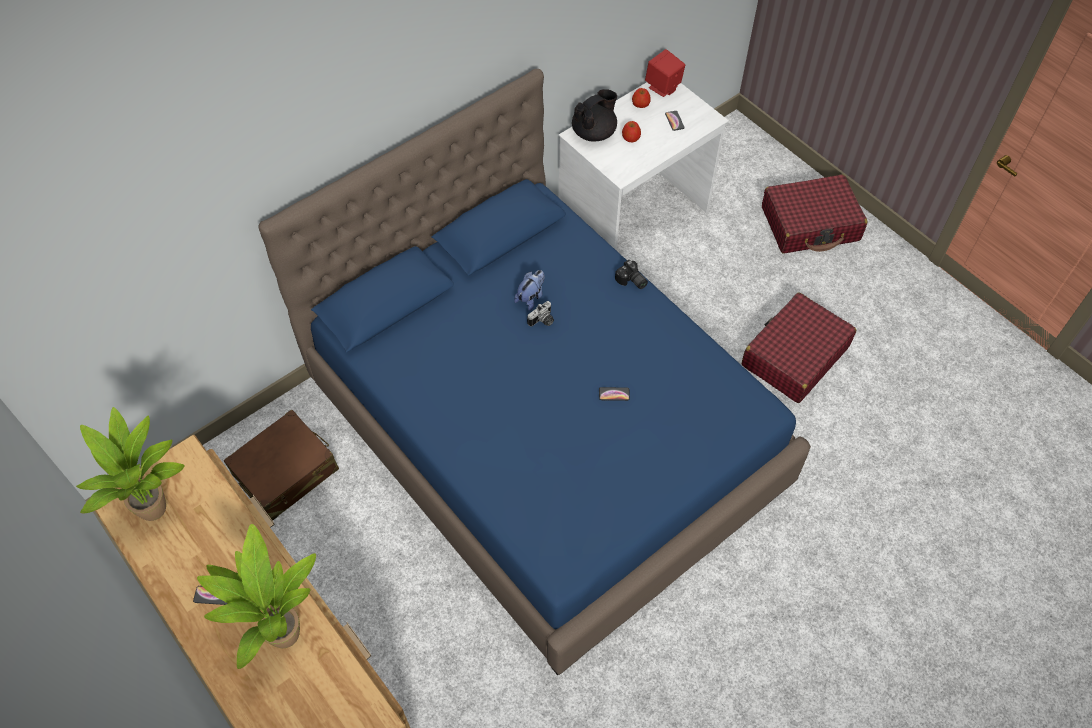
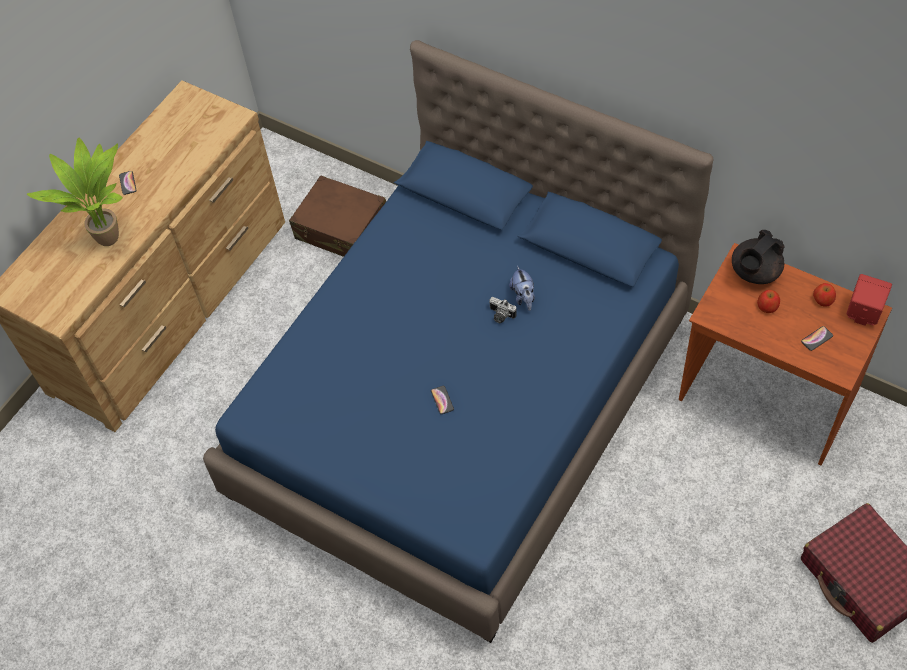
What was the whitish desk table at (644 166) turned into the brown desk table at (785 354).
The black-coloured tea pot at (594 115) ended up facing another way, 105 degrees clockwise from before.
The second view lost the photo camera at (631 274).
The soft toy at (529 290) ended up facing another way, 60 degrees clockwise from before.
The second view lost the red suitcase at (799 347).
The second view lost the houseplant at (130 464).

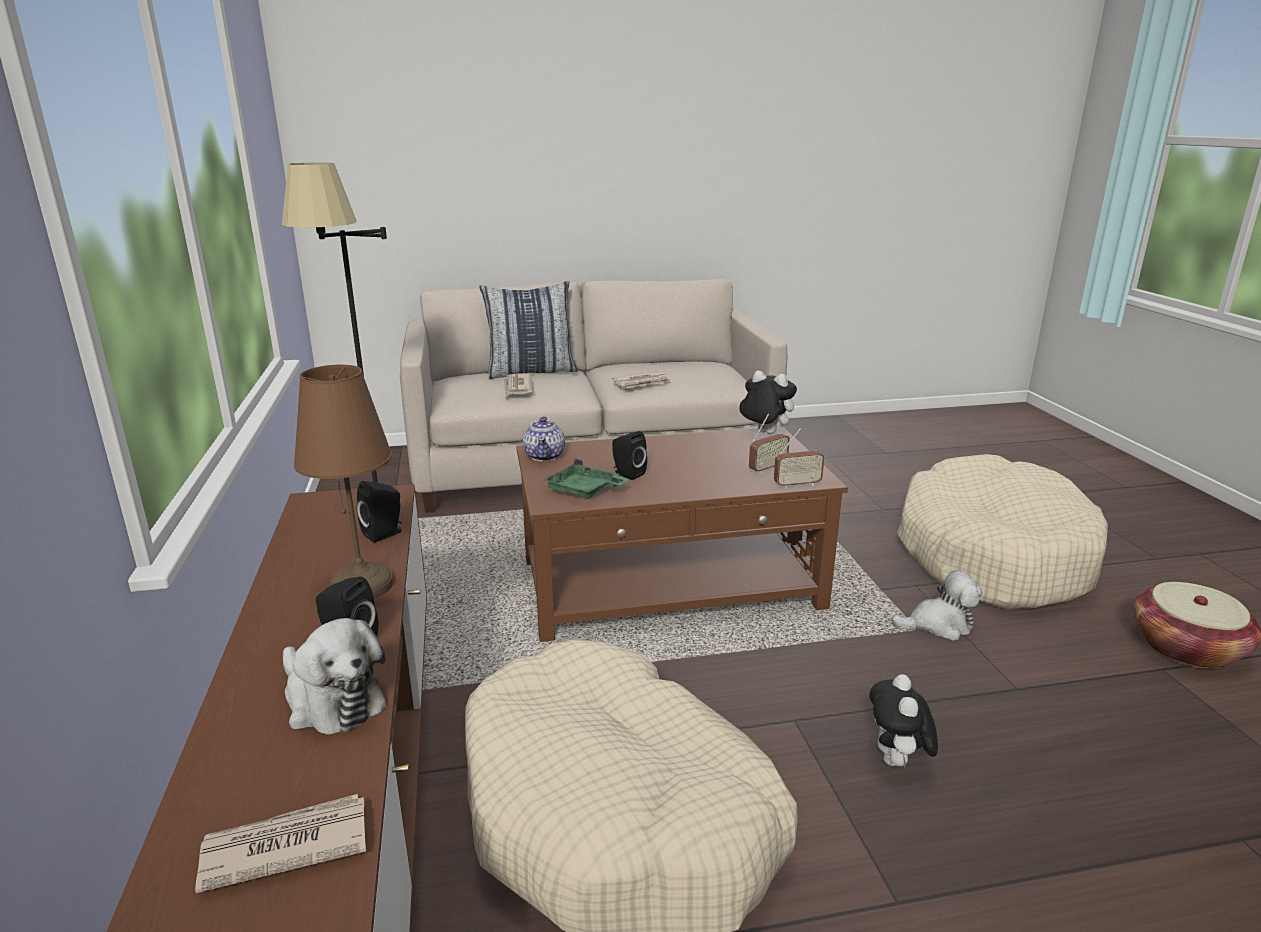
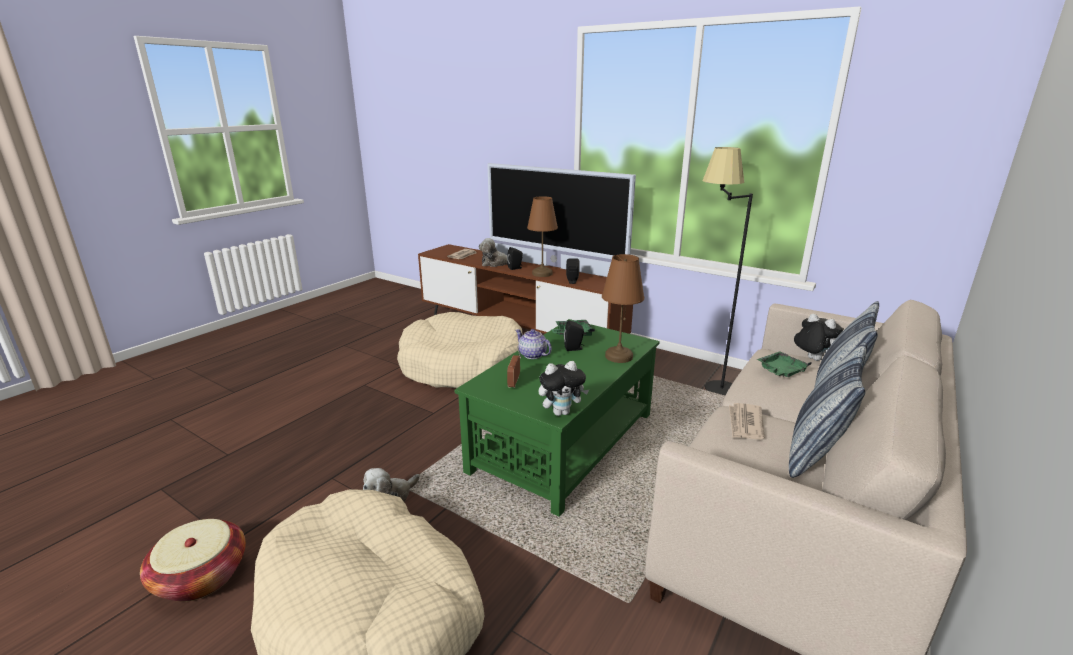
Where the daily paper stood at (518 385), the green-coloured tray came to stand at (784 364).
The tea pot ended up elsewhere, having gone from (544 438) to (534 344).
What was the brown coffee table at (682 534) turned into the green-coloured coffee table at (557 418).
The second view lost the radio at (799 458).
The soft toy ended up elsewhere, having gone from (903 721) to (818 337).
The second view gained the television at (561 220).
The second view gained the brown tabletop lamp at (623 308).
The second view gained the cushion at (828 410).

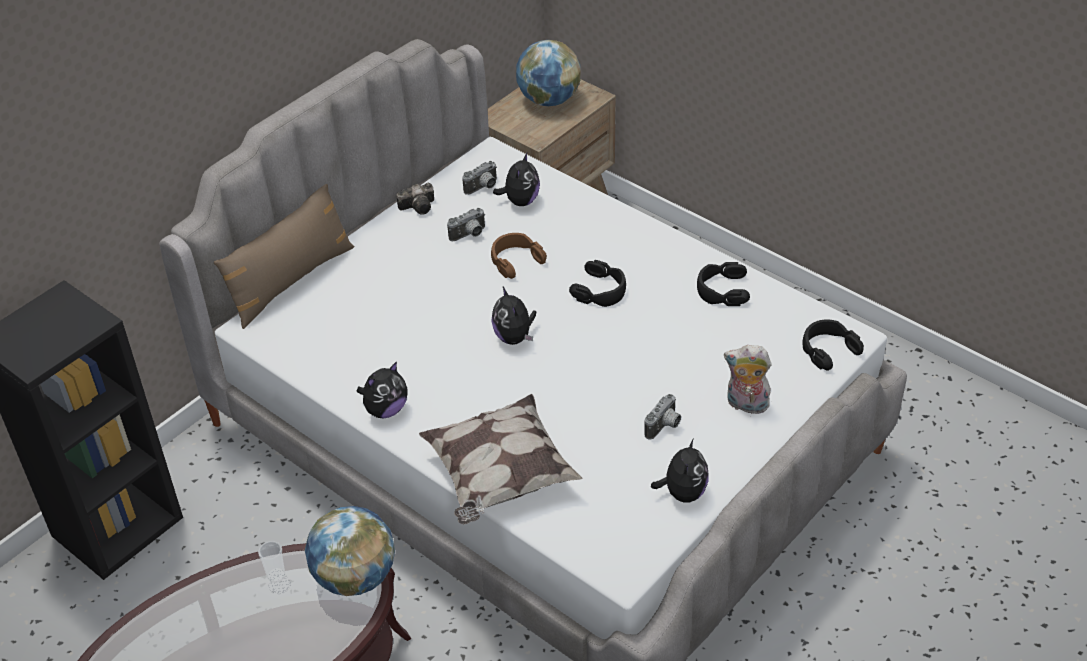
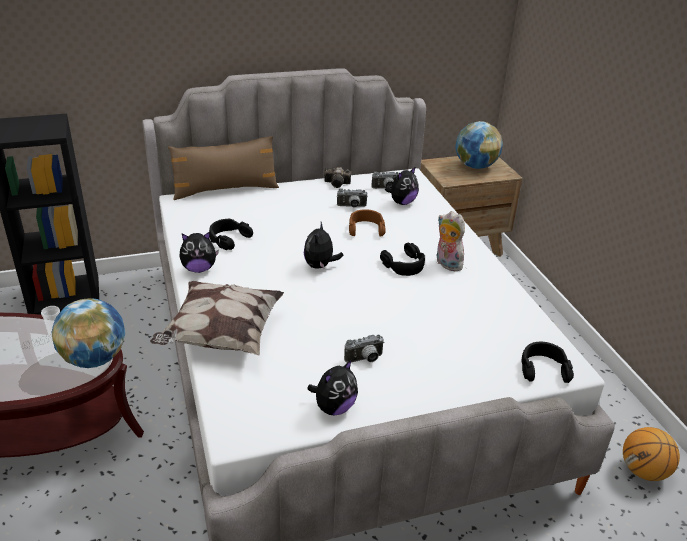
The black-coloured pair of headphones ended up elsewhere, having gone from (723 284) to (231 234).
The soft toy ended up elsewhere, having gone from (748 379) to (451 241).
The second view gained the basketball ball at (651 454).

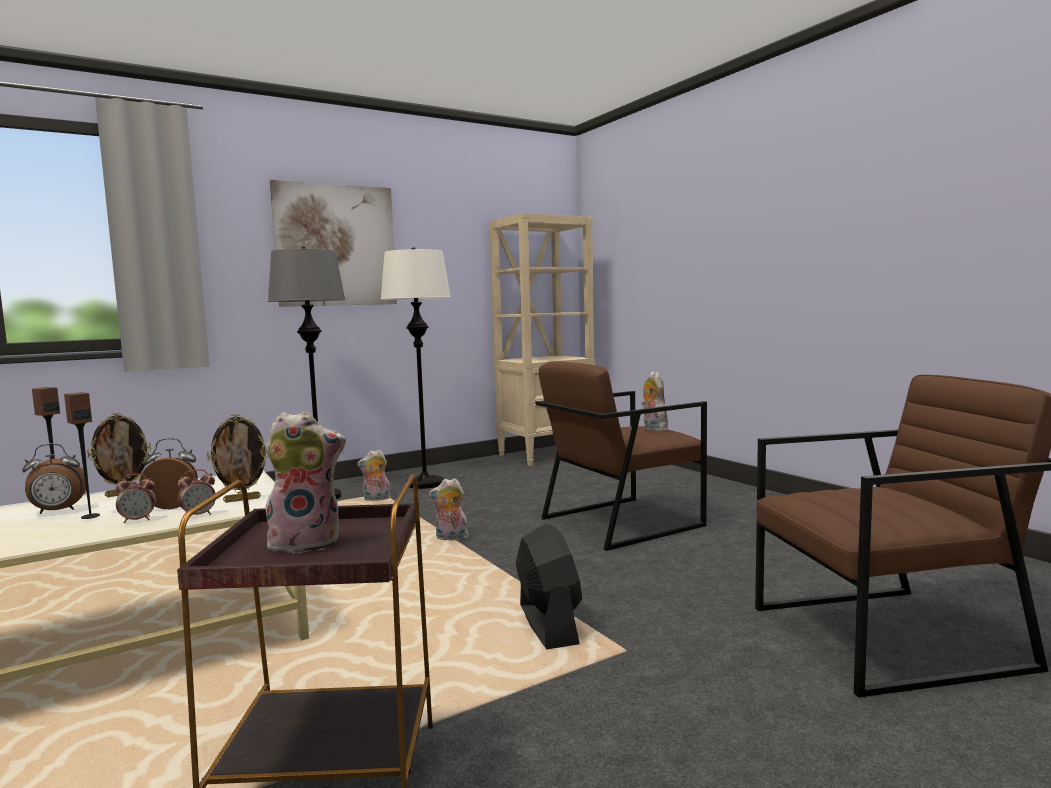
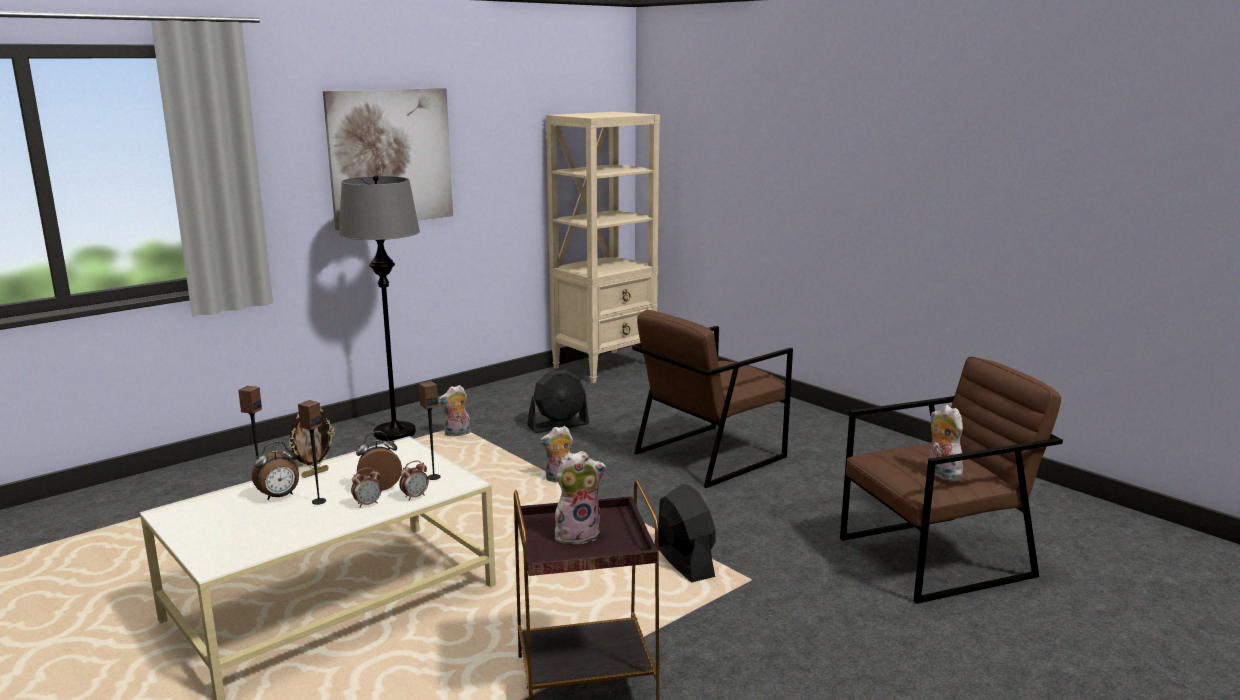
The second view lost the whitish standard lamp at (416 368).
The soft toy ended up elsewhere, having gone from (654 401) to (946 443).
Where the picture frame stood at (237 458), the speaker came to stand at (429 430).
The second view gained the black-coloured fan at (558 401).

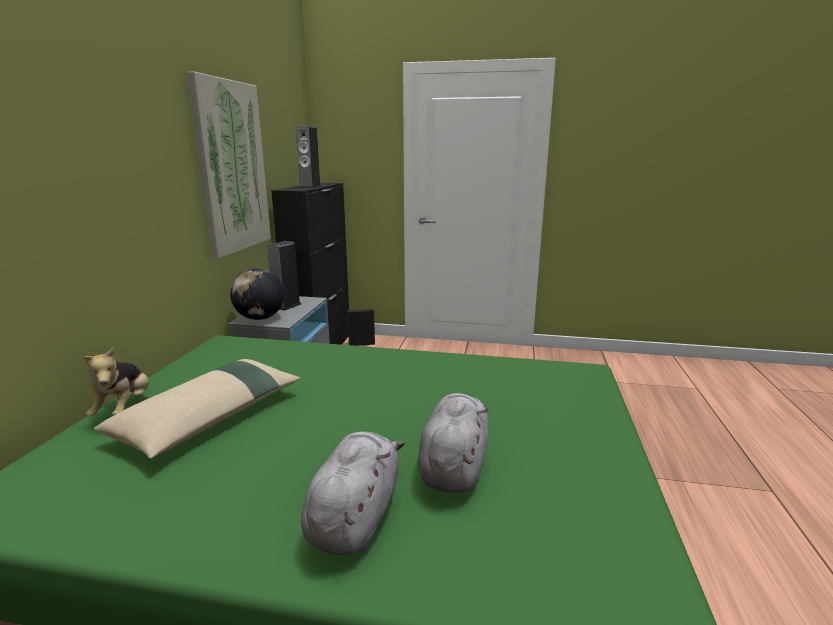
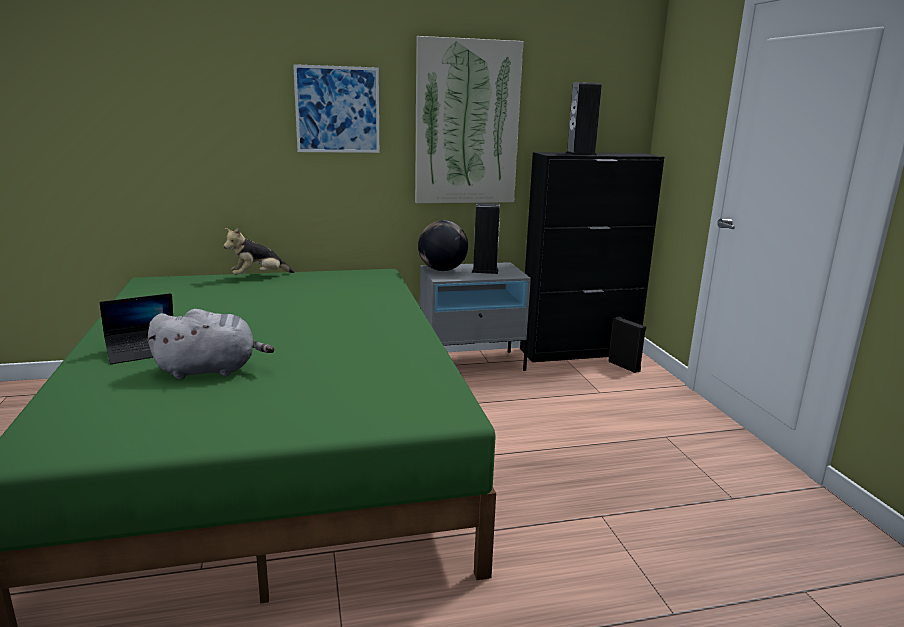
The second view lost the beige-coloured cushion at (197 409).
Where the grey soft toy stood at (353 493), the laptop came to stand at (136 328).
The second view gained the wall picture at (336 108).

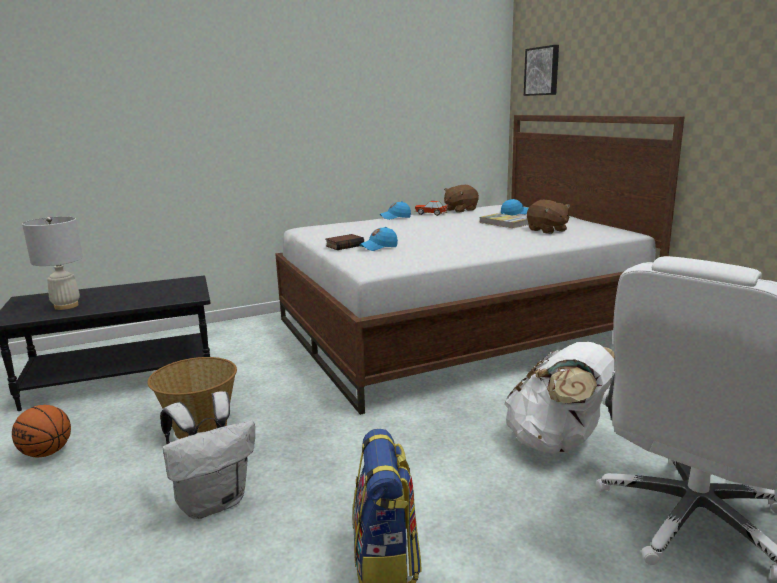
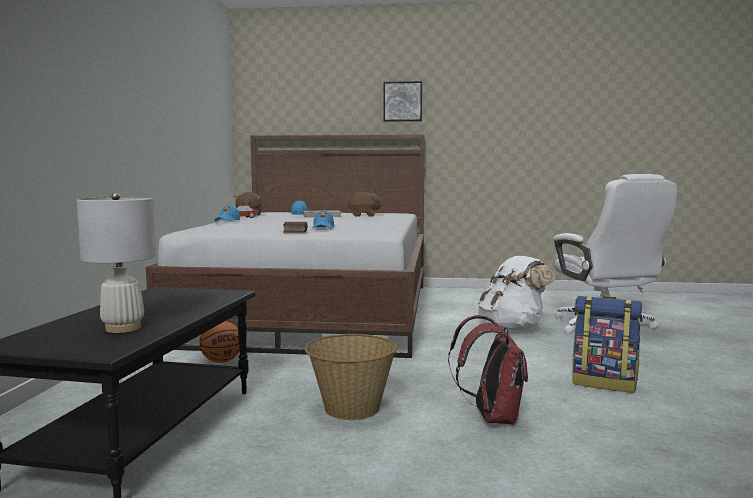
The wall picture ended up elsewhere, having gone from (541 70) to (402 101).
What was the whitish backpack at (207 455) turned into the red backpack at (488 370).
The basketball ball ended up elsewhere, having gone from (41 431) to (219 342).

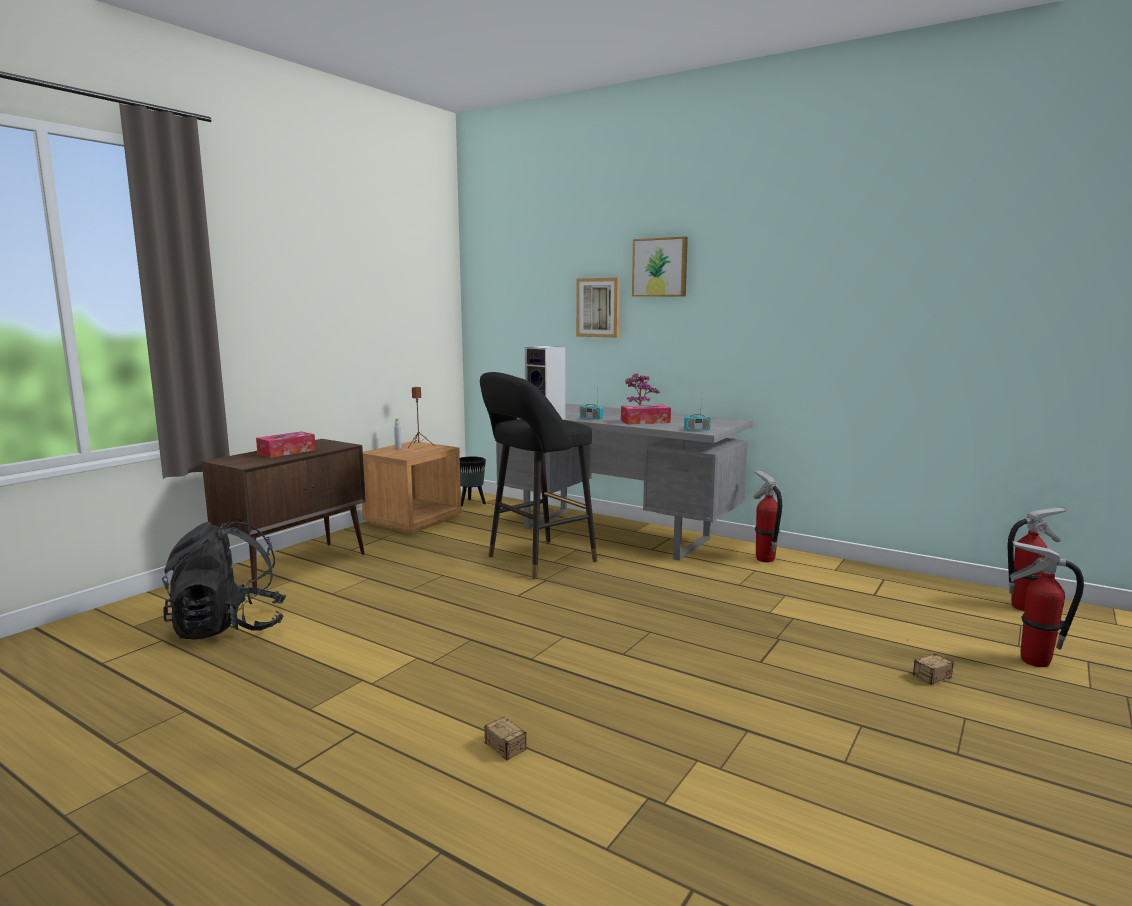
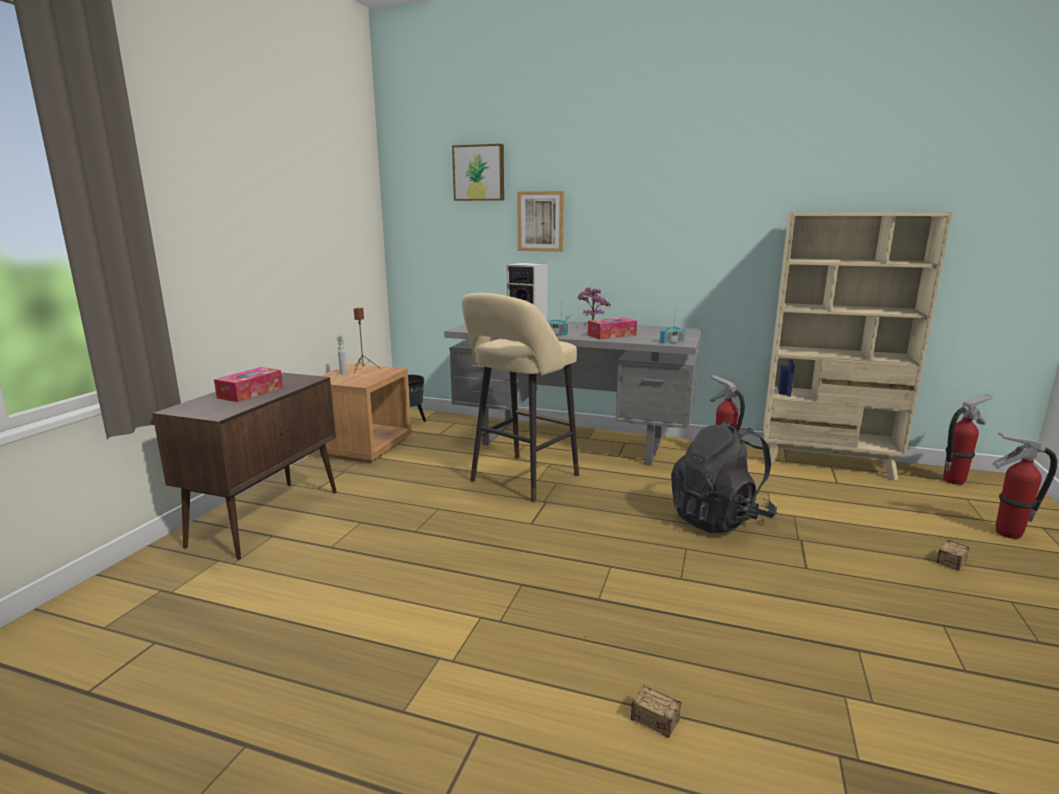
The wall picture ended up elsewhere, having gone from (660 266) to (478 172).
What was the black-coloured stool seat at (538 475) turned into the beige-coloured stool seat at (520 397).
The black-coloured backpack ended up elsewhere, having gone from (224 579) to (724 476).
The second view gained the beige-coloured bookshelf at (857 346).

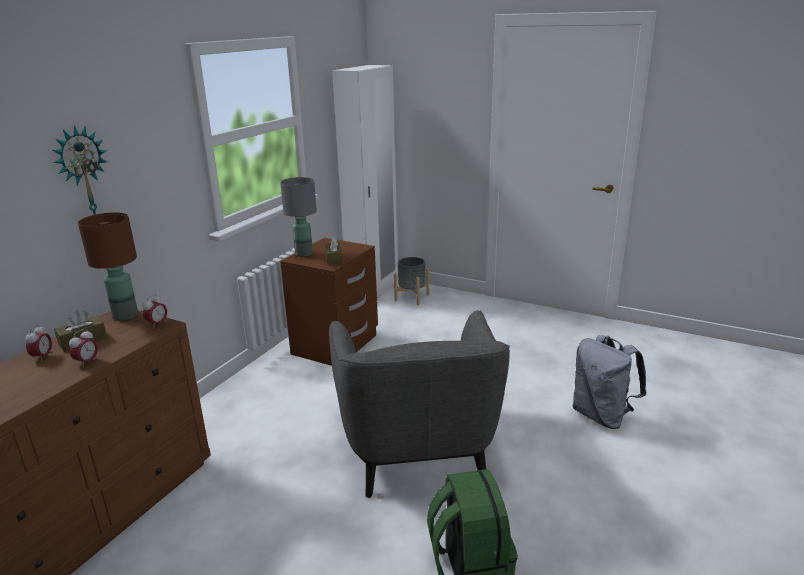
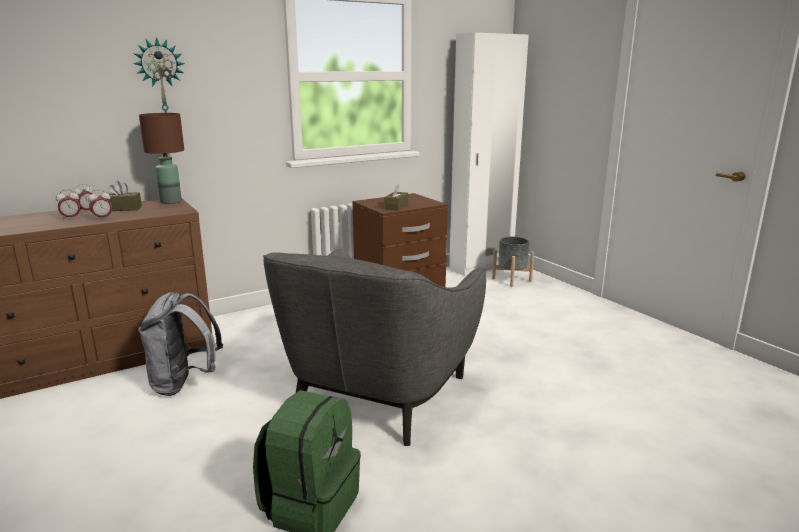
The second view lost the grey tabletop lamp at (298 217).
The alarm clock ended up elsewhere, having gone from (155 309) to (68 205).
The grey backpack ended up elsewhere, having gone from (609 382) to (180 344).

